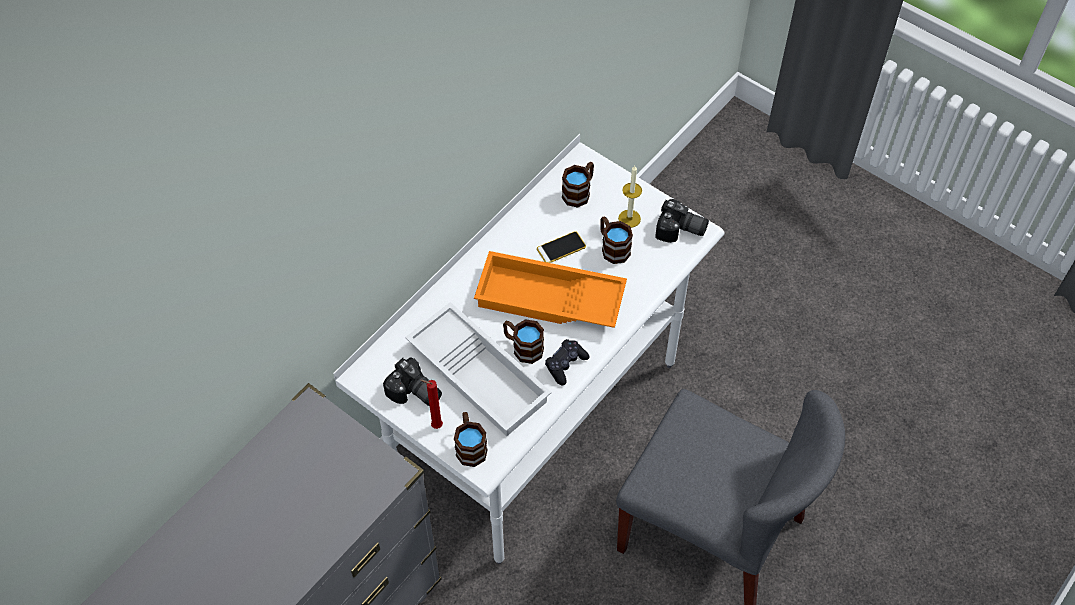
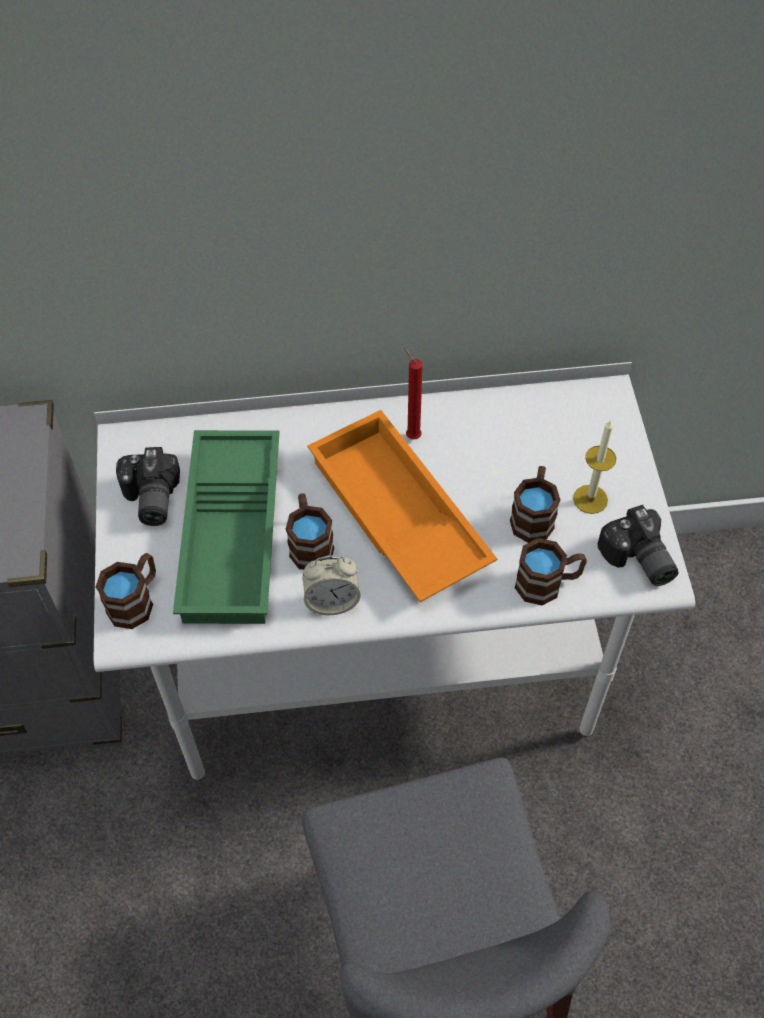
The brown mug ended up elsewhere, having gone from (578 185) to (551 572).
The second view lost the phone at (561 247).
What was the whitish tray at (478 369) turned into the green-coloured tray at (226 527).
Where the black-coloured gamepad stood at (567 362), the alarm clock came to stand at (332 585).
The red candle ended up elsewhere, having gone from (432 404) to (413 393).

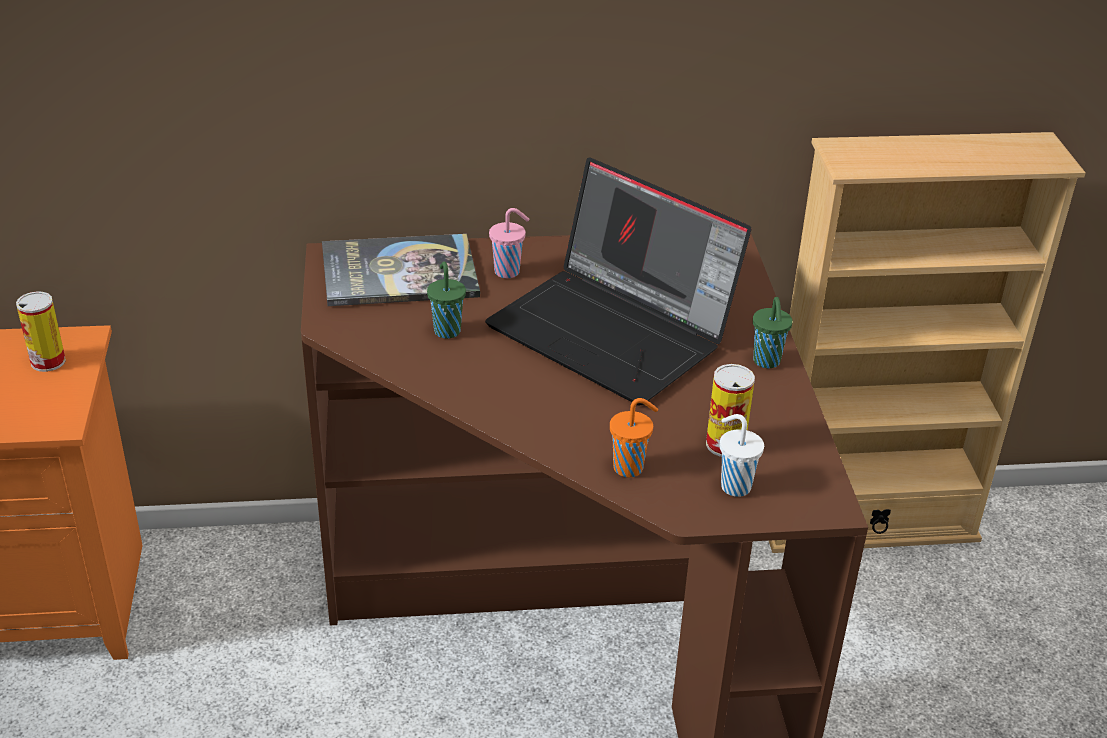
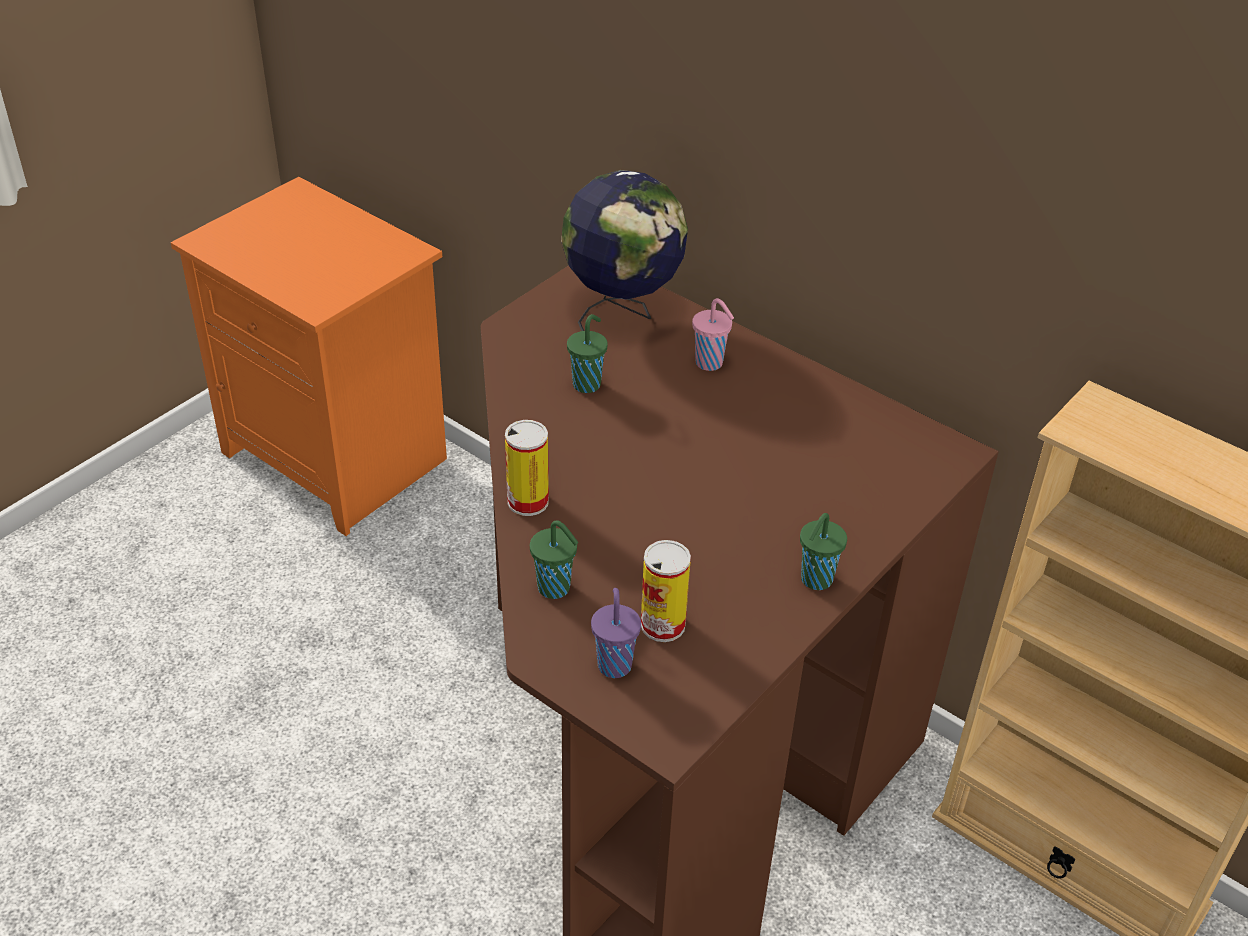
The second view lost the laptop at (618 281).
Where the volume stood at (401 270), the world globe came to stand at (624 250).
The metal can ended up elsewhere, having gone from (41 331) to (527 468).
What was the orangey cup at (634 438) turned into the green-coloured cup at (554 559).
What was the whitish cup at (742 455) turned into the purple cup at (616 633).

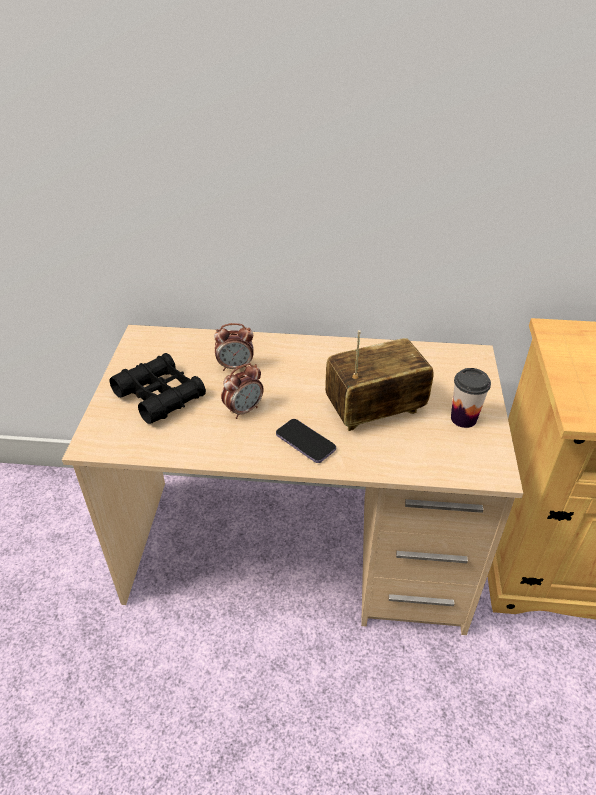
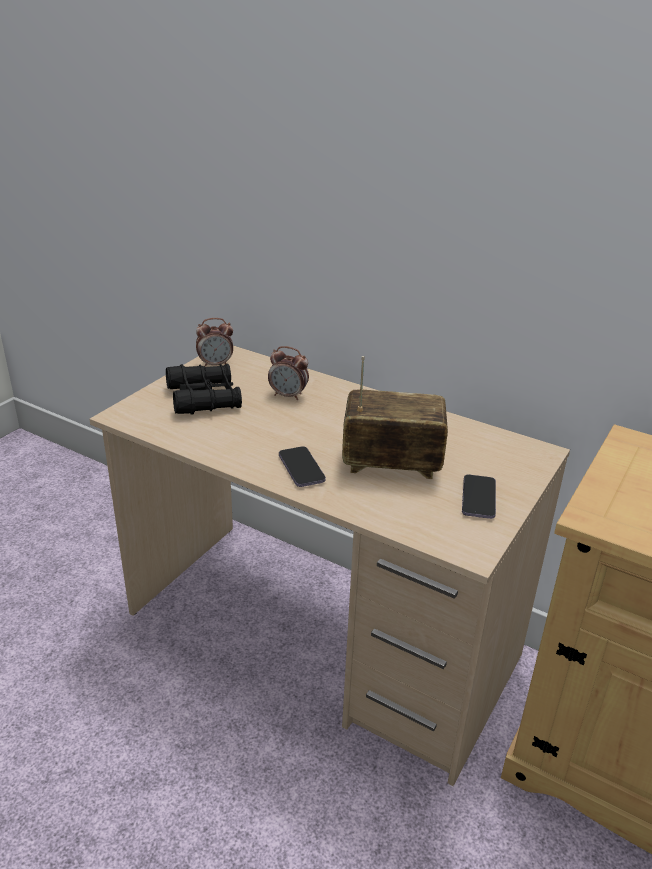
The alarm clock ended up elsewhere, having gone from (242 391) to (214 342).
Where the cup stood at (471 398), the phone came to stand at (479 497).

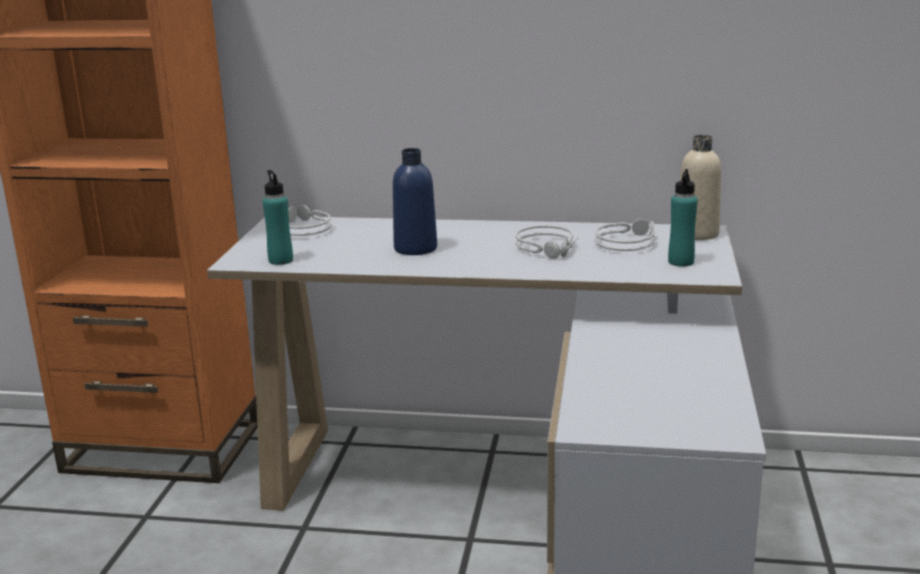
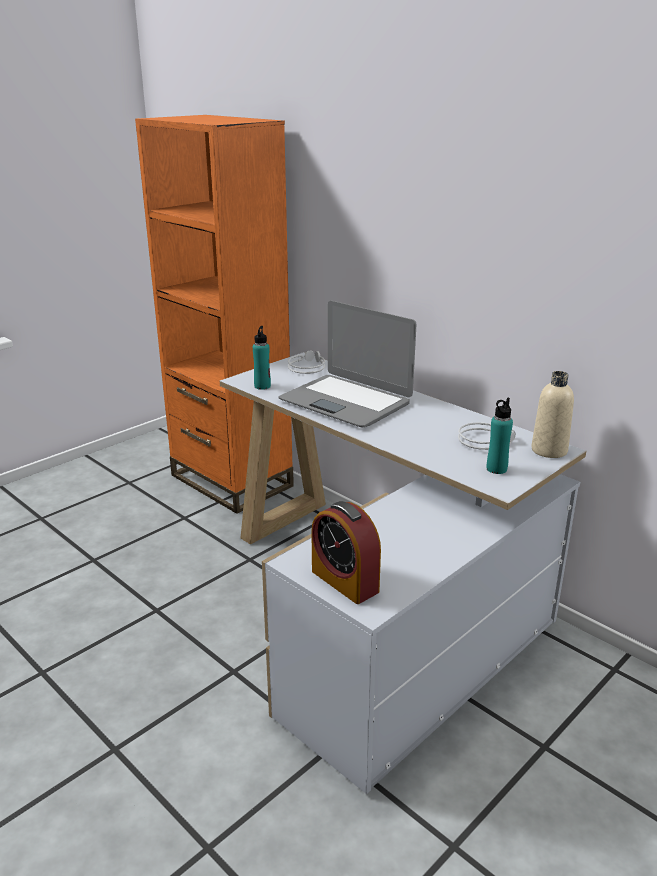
Where the blue bottle stood at (415 201), the laptop came to stand at (348 364).
The second view lost the grey pair of headphones at (547 242).
The second view gained the alarm clock at (346 552).

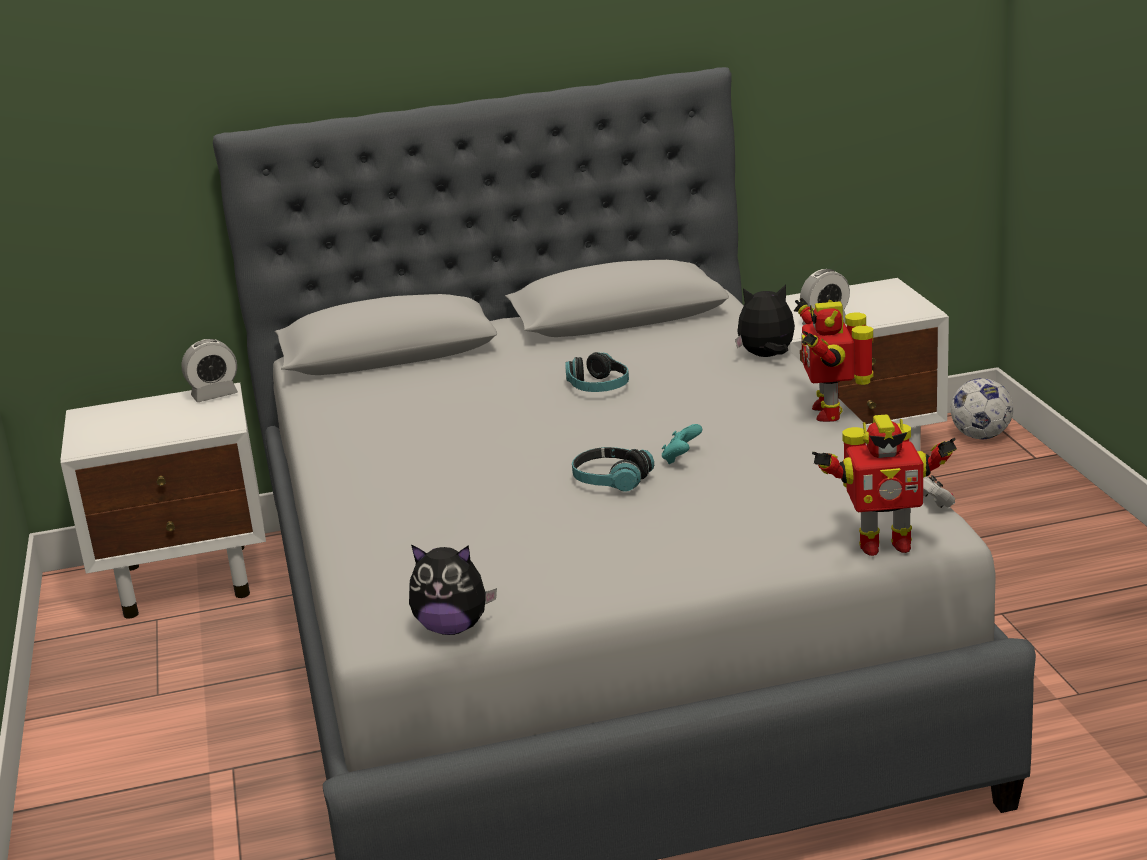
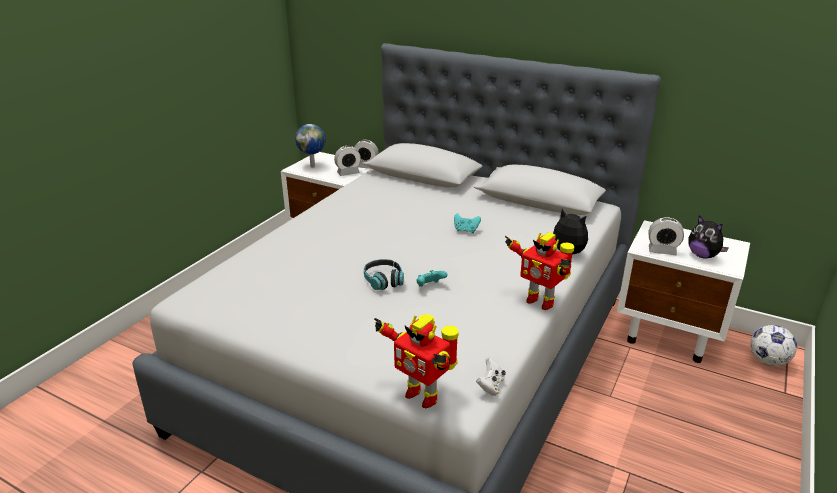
The model robot at (833 360) ended up facing another way, 90 degrees counterclockwise from before.
Where the pair of headphones stood at (597 372), the turquoise-coloured gamepad came to stand at (467 223).
The soft toy ended up elsewhere, having gone from (453 590) to (708 236).
The second view gained the world globe at (310 146).
The second view gained the alarm clock at (347 161).

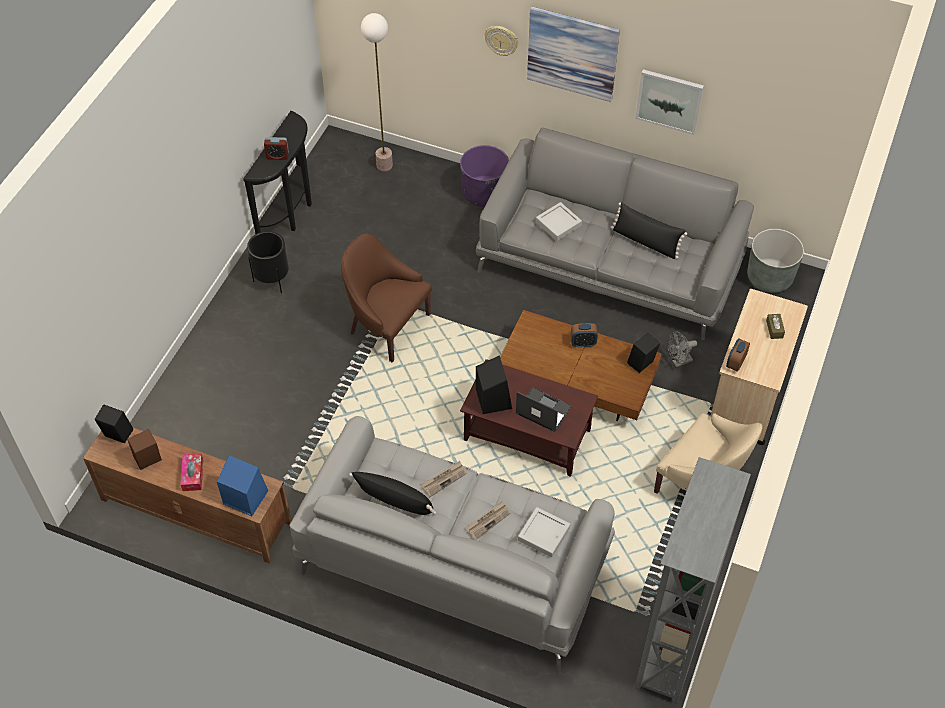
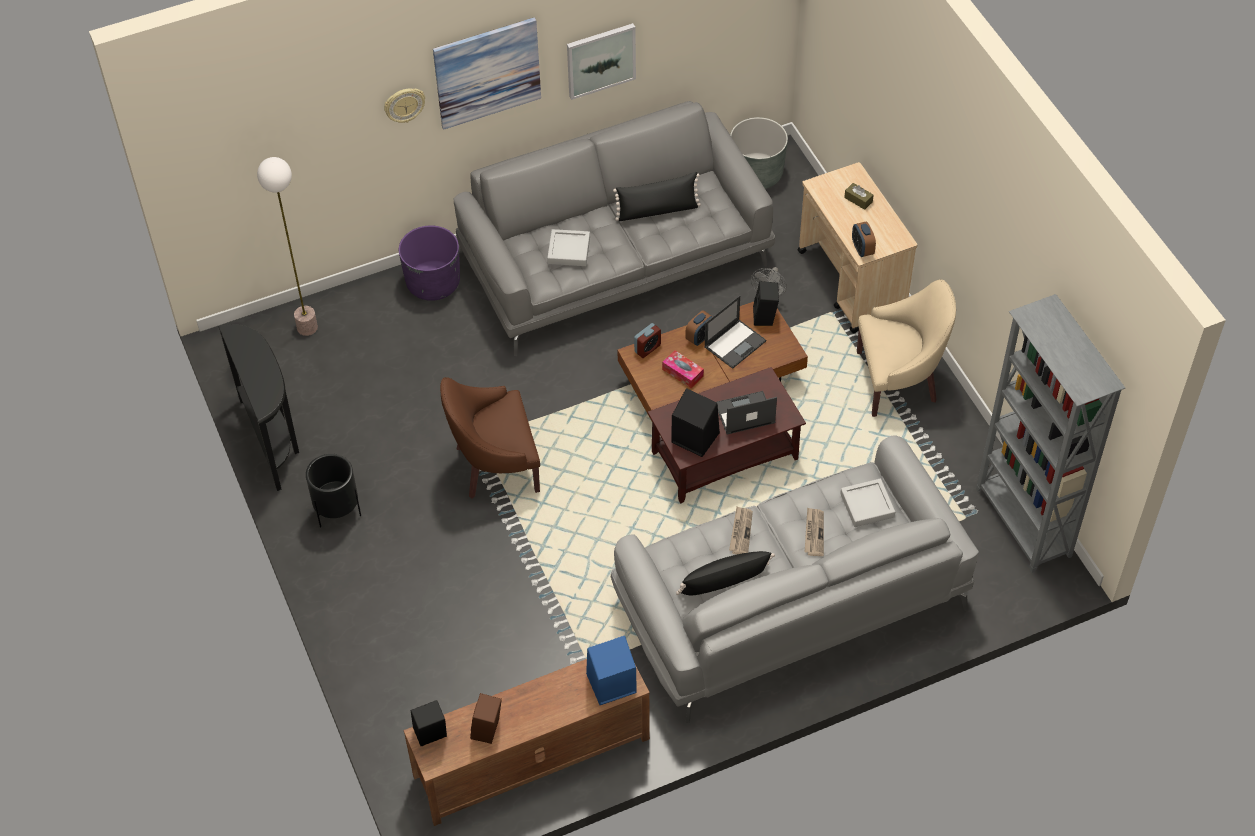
The alarm clock ended up elsewhere, having gone from (276 148) to (647 340).
The box of tissues ended up elsewhere, having gone from (191 472) to (683 369).
The second view gained the laptop at (735 332).

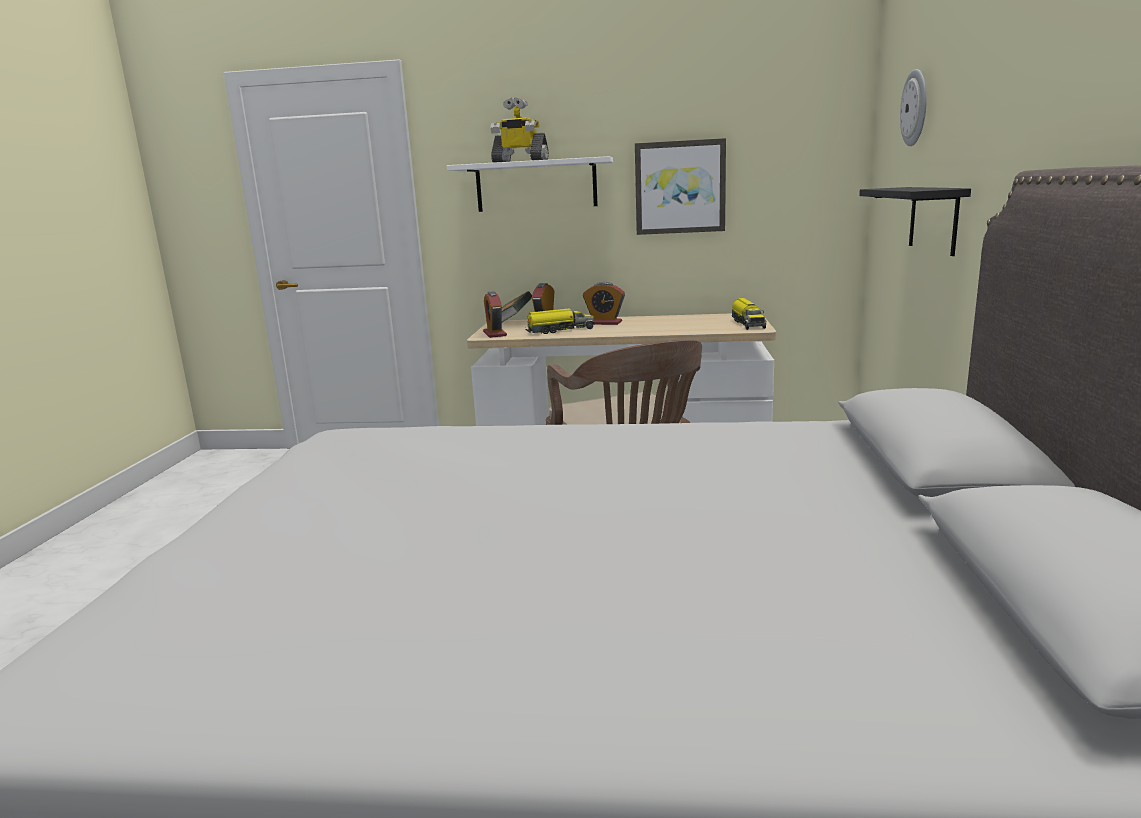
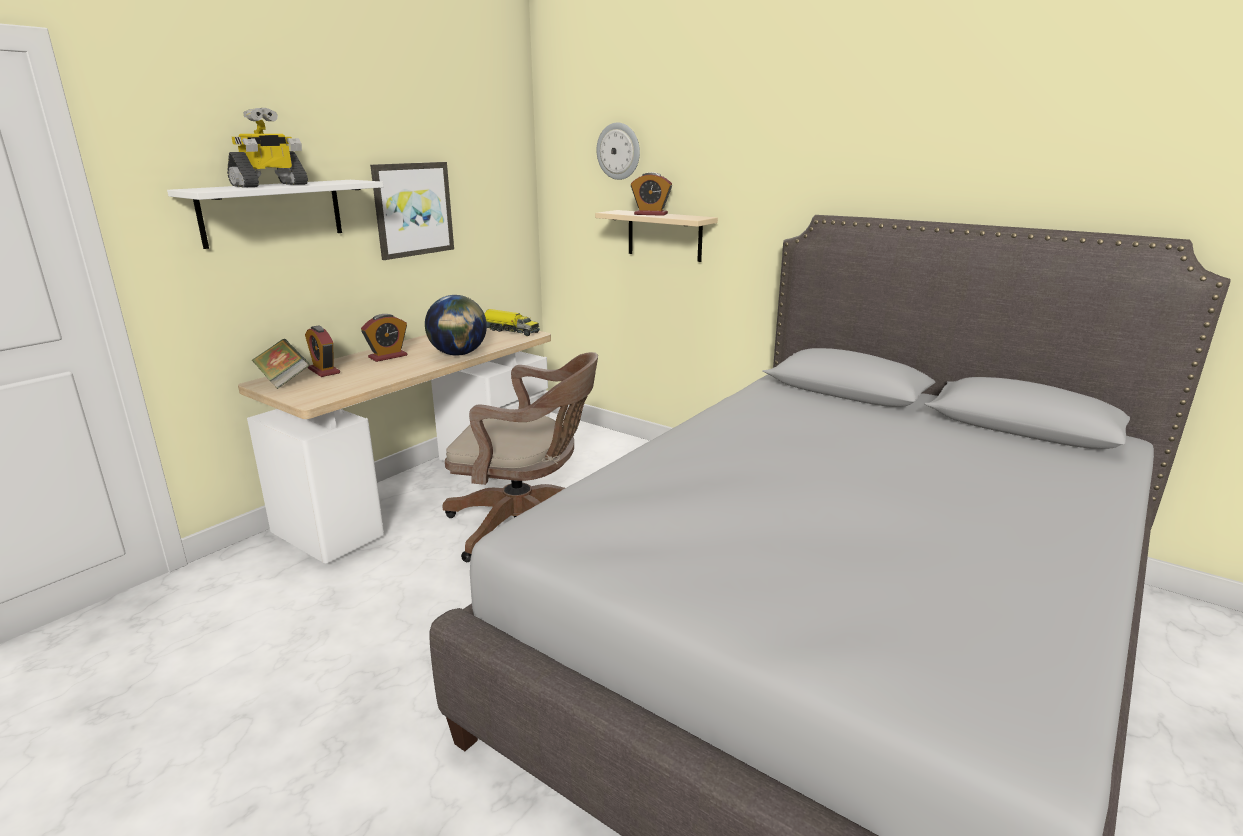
What was the black-coloured bracket shelf at (915 221) turned into the beige-coloured bracket shelf at (656 236).
The alarm clock ended up elsewhere, having gone from (495 314) to (651 194).
The second view lost the toy truck at (560 321).
The second view gained the world globe at (456 325).

